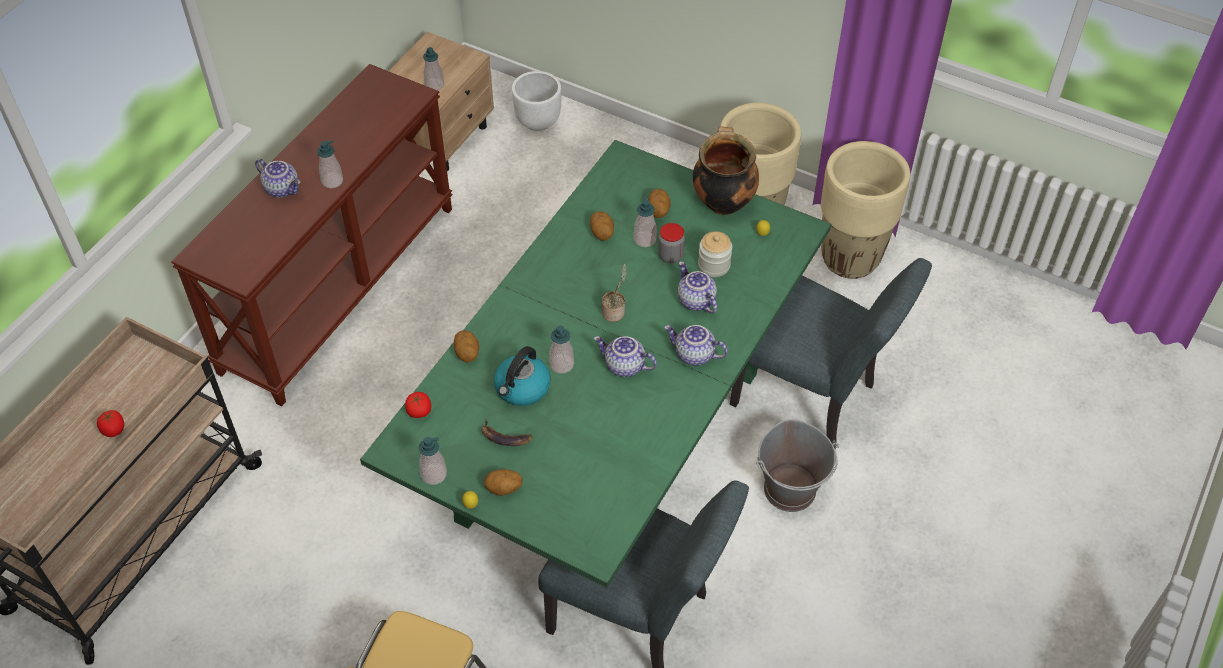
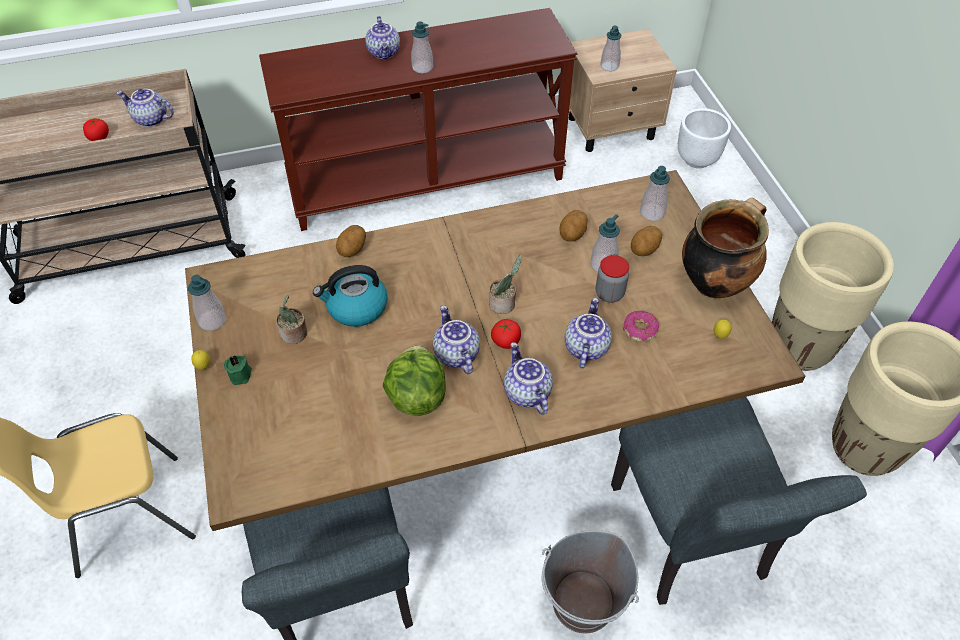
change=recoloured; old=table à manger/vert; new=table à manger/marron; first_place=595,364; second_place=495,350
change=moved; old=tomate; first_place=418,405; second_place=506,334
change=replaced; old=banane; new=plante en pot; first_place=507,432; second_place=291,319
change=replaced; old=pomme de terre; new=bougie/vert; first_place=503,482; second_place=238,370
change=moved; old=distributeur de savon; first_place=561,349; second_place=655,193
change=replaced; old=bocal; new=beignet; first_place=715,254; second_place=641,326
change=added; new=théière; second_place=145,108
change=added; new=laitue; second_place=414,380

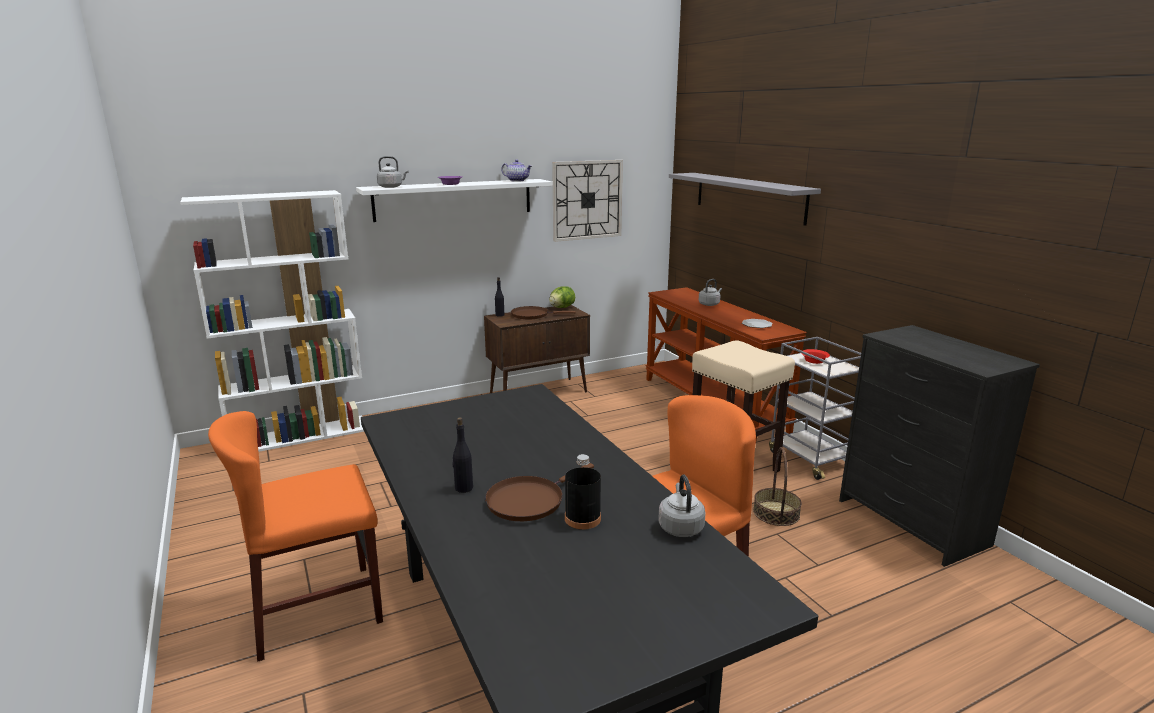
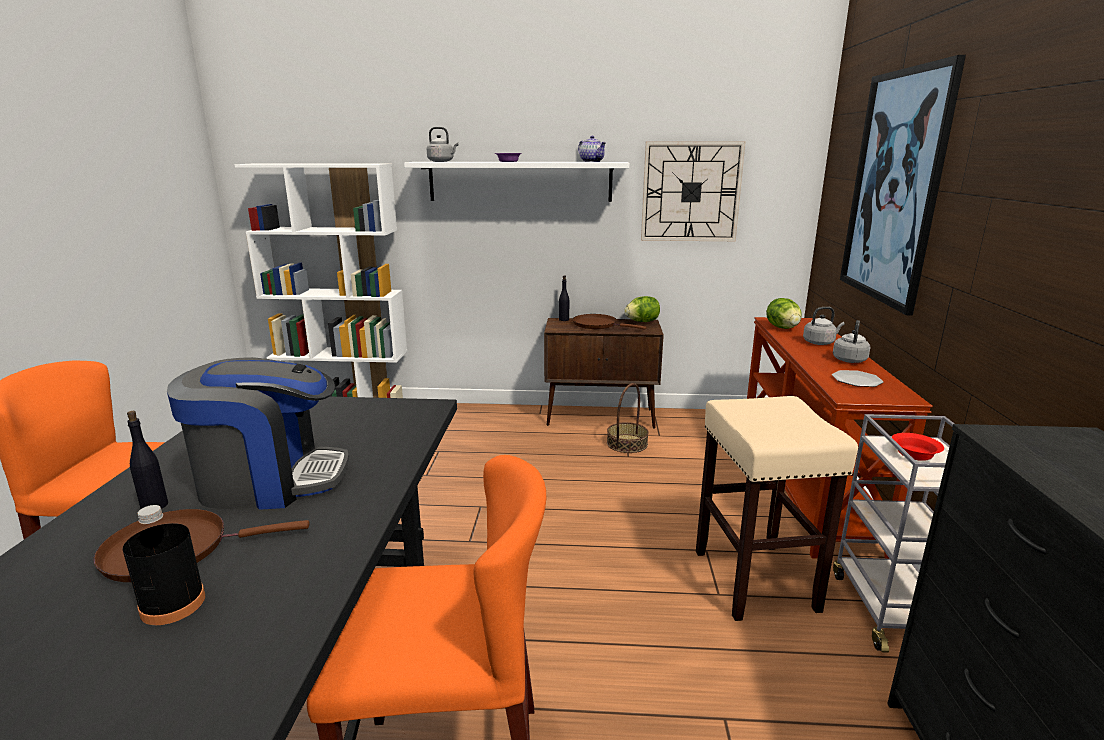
change=moved; old=bouilloire/gris; first_place=682,506; second_place=851,341
change=replaced; old=étagère/gris; new=tableau; first_place=745,199; second_place=903,185
change=moved; old=panier; first_place=777,486; second_place=628,418
change=added; new=machine à café; second_place=258,433
change=added; new=laitue; second_place=784,313

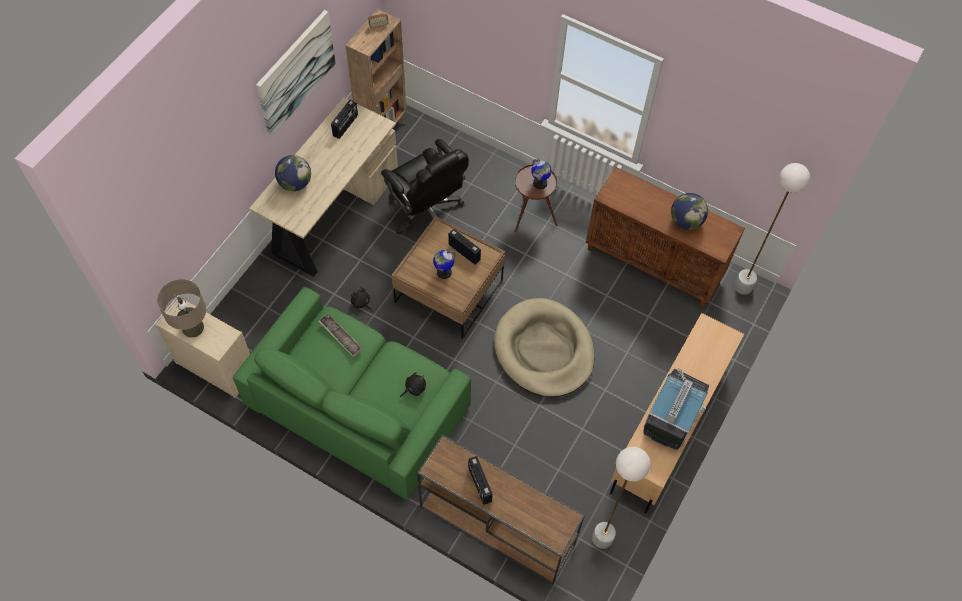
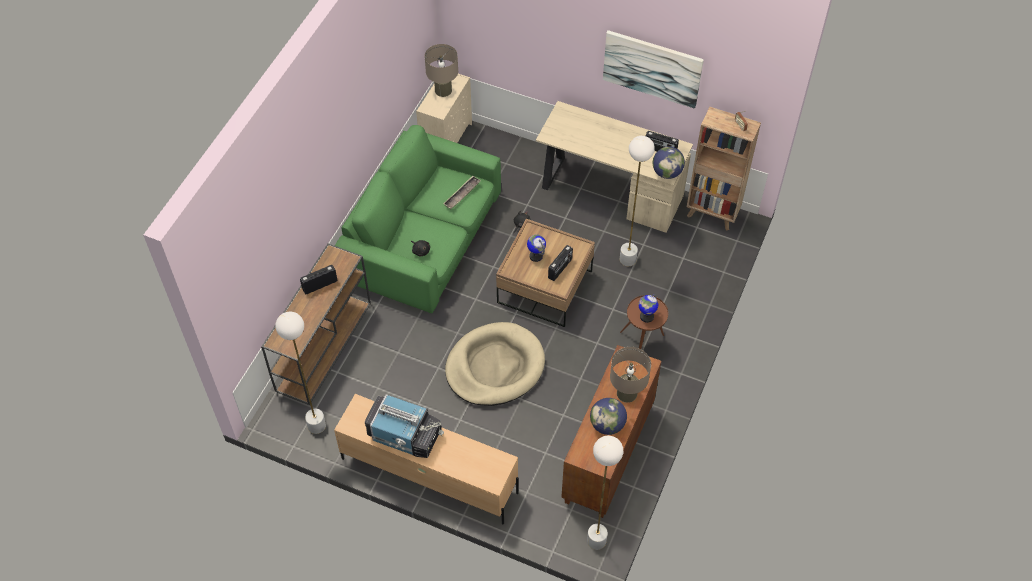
change=moved; old=globe; first_place=293,173; second_place=669,163
change=replaced; old=chaise de bureau/noir; new=lampadaire/blanc; first_place=425,187; second_place=637,201
change=added; new=lampe de table/beige; second_place=630,375

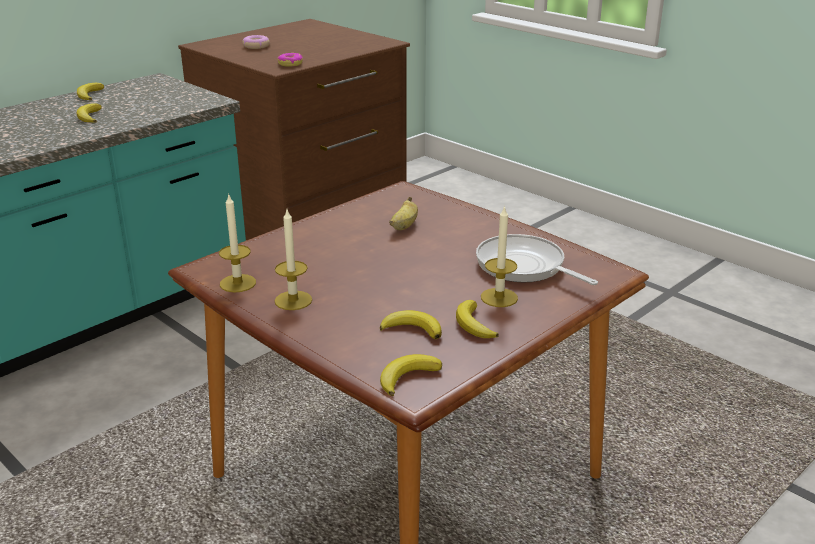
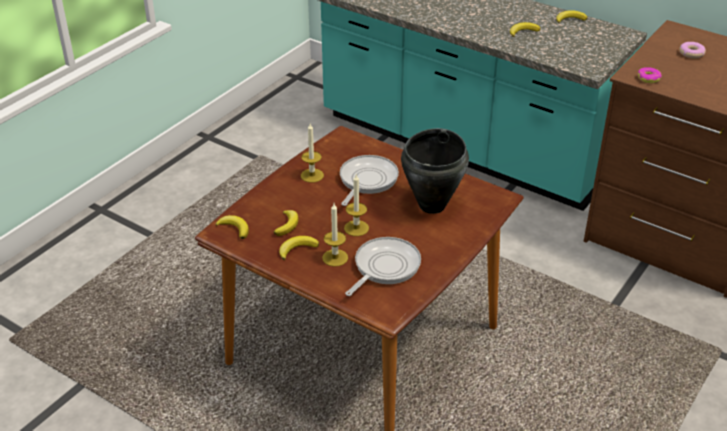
change=moved; old=bougie; first_place=237,244; second_place=356,205
change=replaced; old=banane; new=marmite/noir; first_place=403,213; second_place=435,171
change=added; new=poêle; second_place=369,180

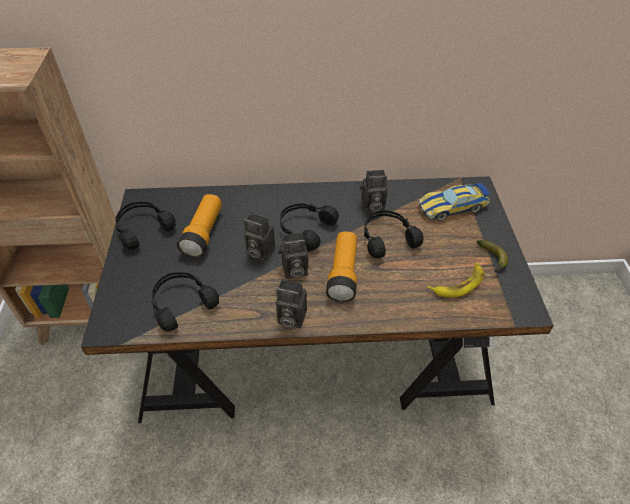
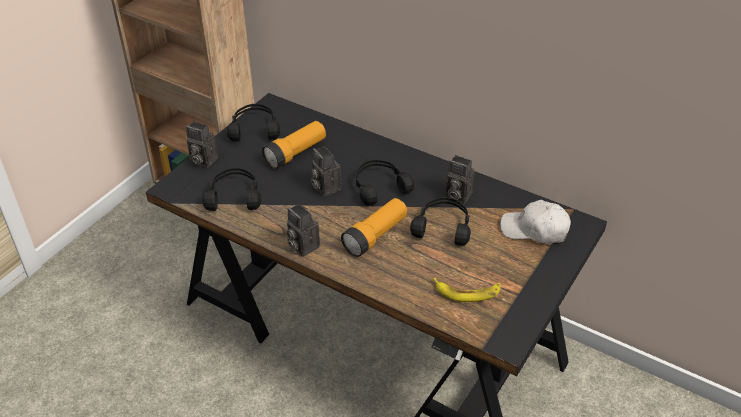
change=moved; old=appareil photo; first_place=293,255; second_place=202,144
change=replaced; old=petite voiture; new=casquette/blanc; first_place=454,202; second_place=535,222
change=removed; old=banane; first_place=492,256

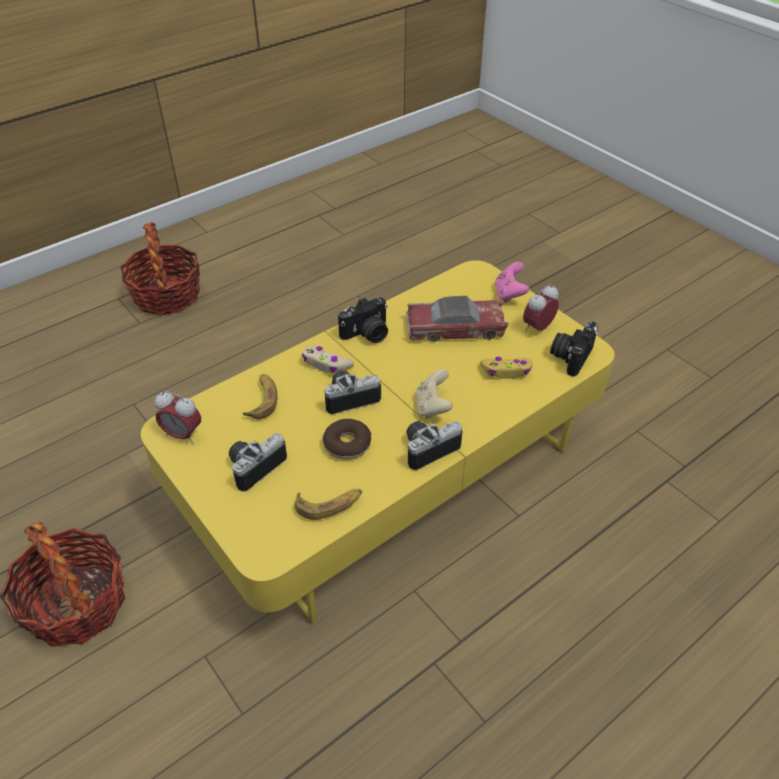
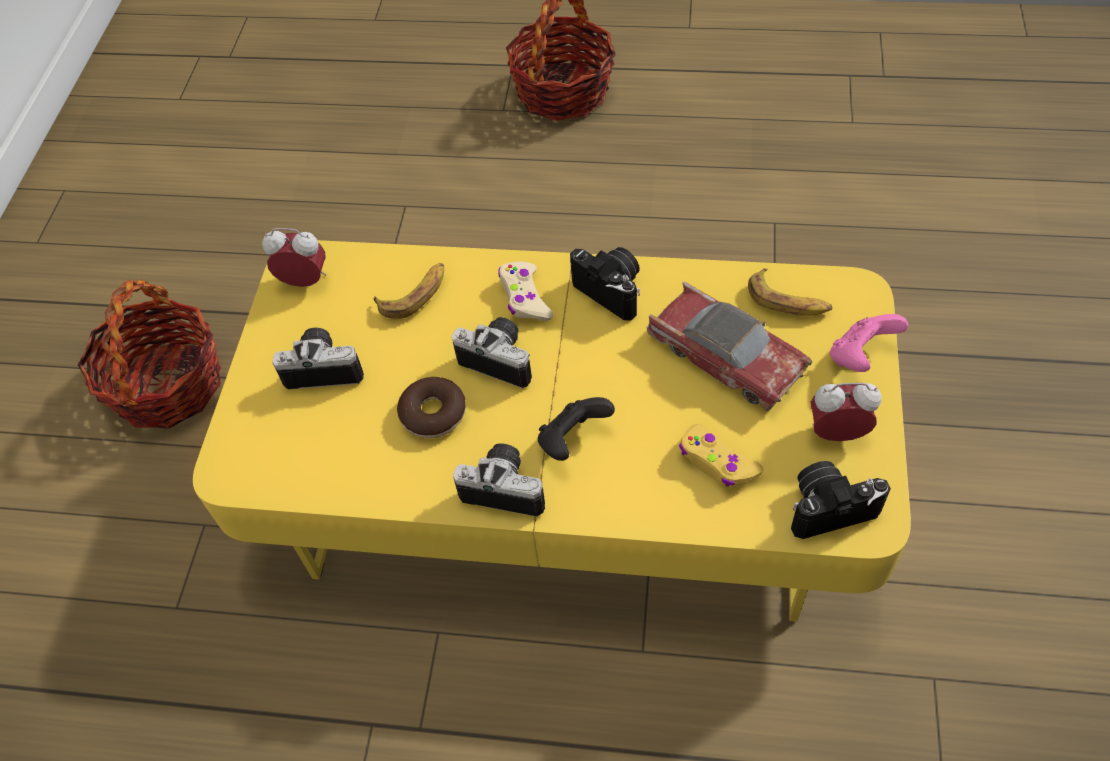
change=turned; old=réveil; first_place=178,417; second_place=294,257; degrees=120
change=moved; old=banane; first_place=328,504; second_place=790,292
change=turned; old=appareil photo; first_place=363,320; second_place=605,284; degrees=-150
change=recoloured; old=manette/beige; new=manette/noir; first_place=434,394; second_place=576,429

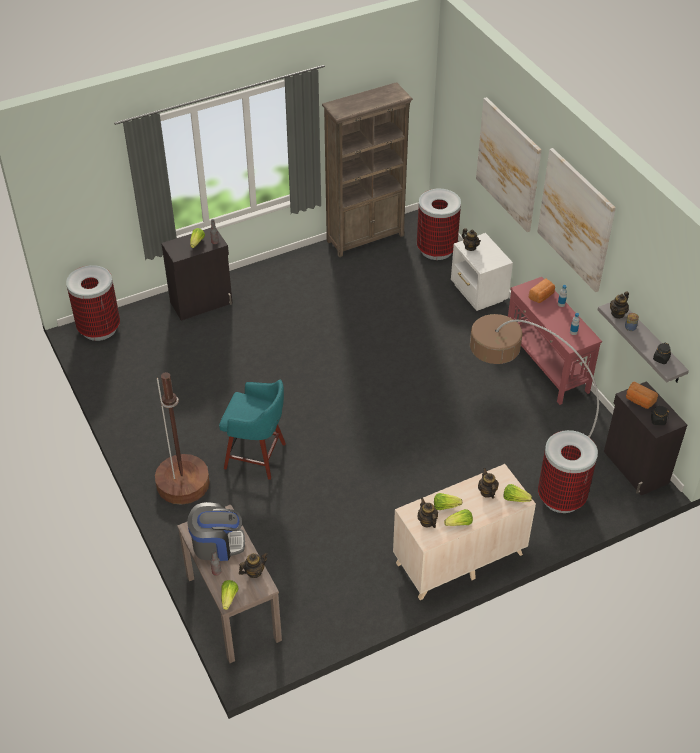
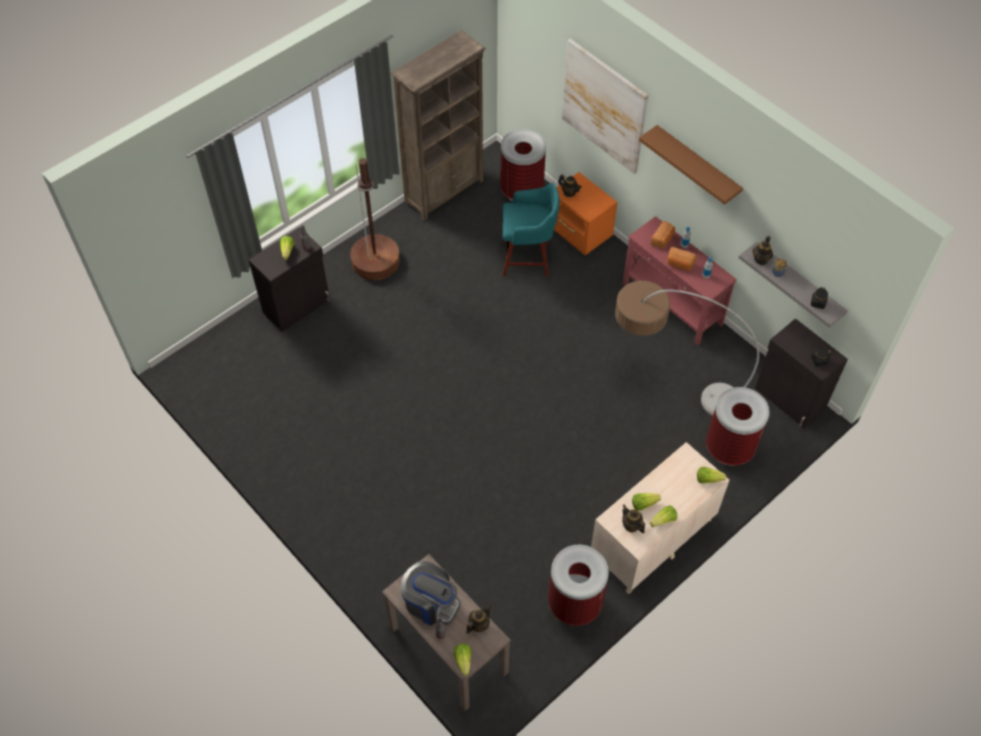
change=moved; old=poubelle; first_place=93,303; second_place=578,585
change=moved; old=lampadaire/marron; first_place=182,438; second_place=375,219
change=turned; old=machine à café; first_place=216,531; second_place=431,593; degrees=45
change=moved; old=tabouret/turquoise; first_place=252,430; second_place=531,230
change=recoloured; old=table de chevet/blanc; new=table de chevet/orange; first_place=482,272; second_place=585,213
change=removed; old=théière; first_place=488,483
change=replaced; old=tableau; new=étagère/marron; first_place=576,220; second_place=691,165
change=moved; old=pain; first_place=642,395; second_place=682,259

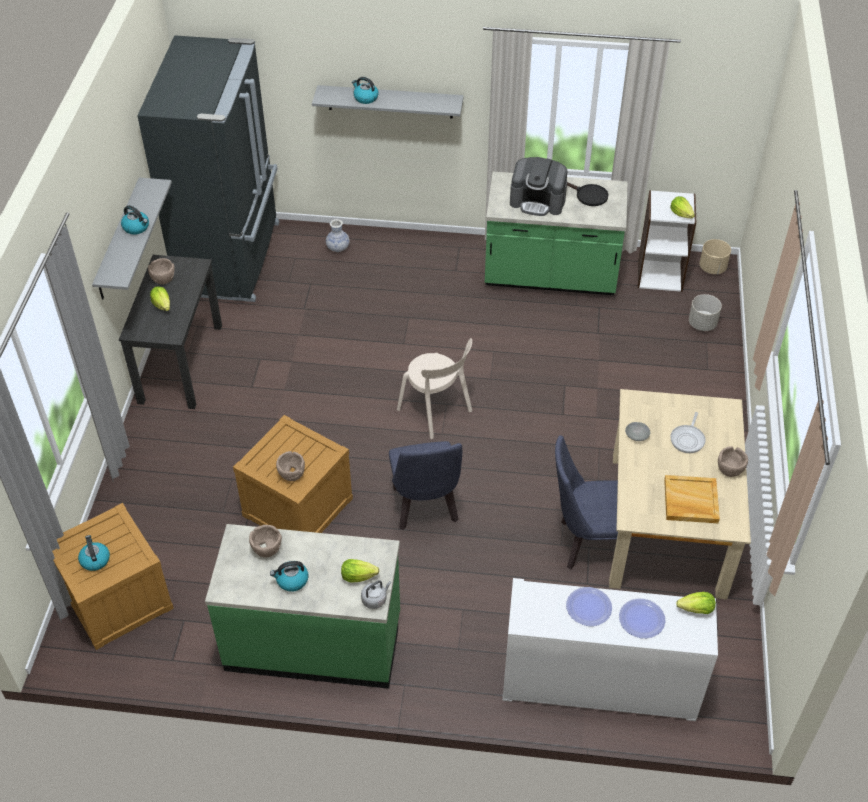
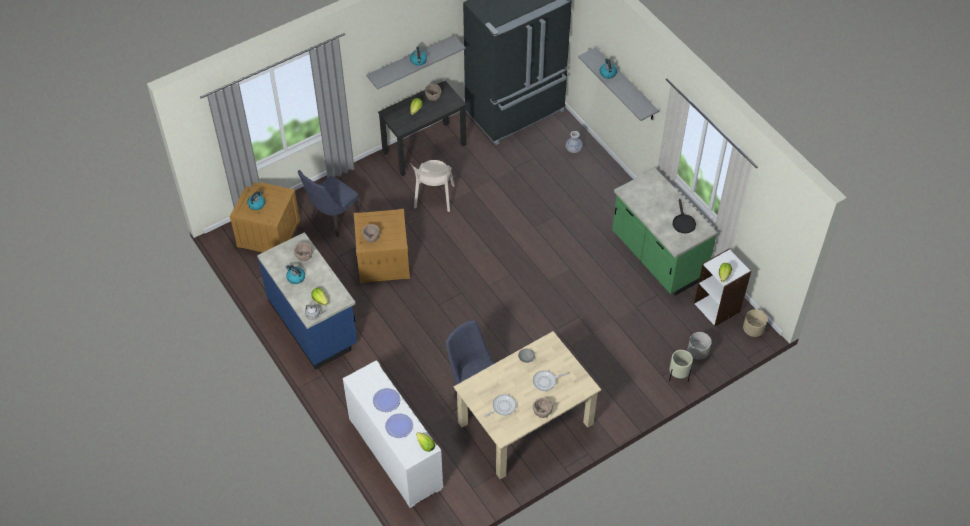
change=recoloured; old=comptoir de cuisine/vert; new=comptoir de cuisine/bleu; first_place=302,606; second_place=307,301
change=moved; old=chaise/bleu; first_place=425,485; second_place=328,203
change=moved; old=chaise/beige; first_place=434,388; second_place=432,186
change=removed; old=machine à café; first_place=539,186
change=replaced; old=plateau/beige; new=poêle; first_place=692,499; second_place=500,405
change=added; new=cache-pot/beige; second_place=681,366

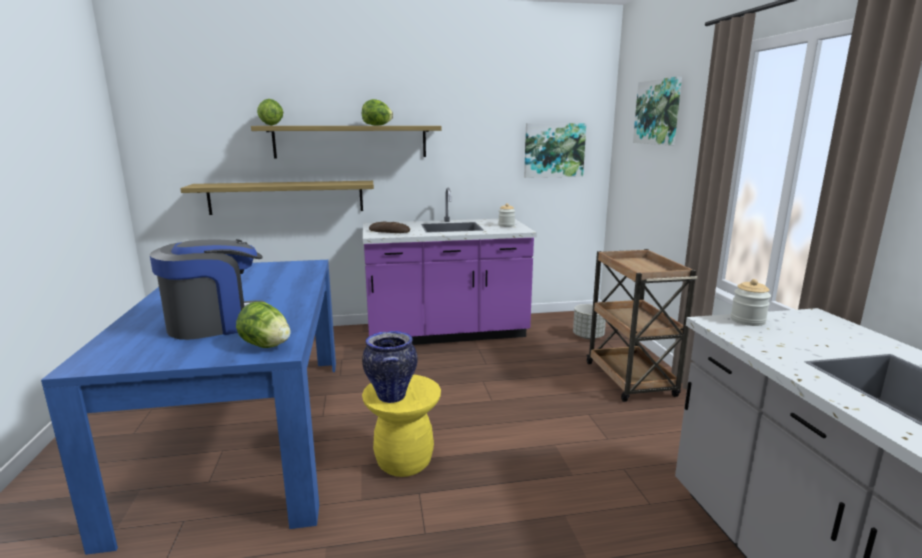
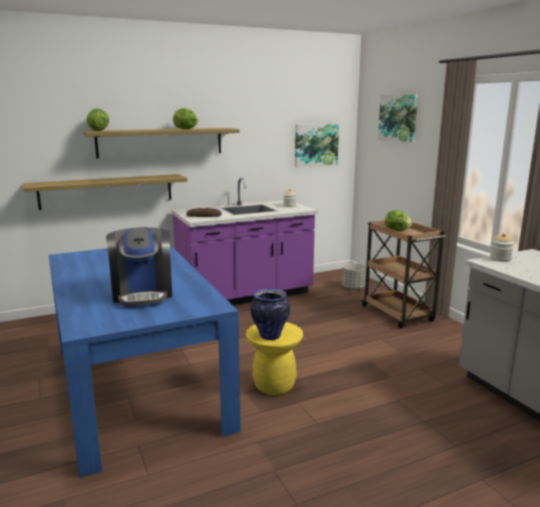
change=turned; old=machine à café; first_place=207,289; second_place=139,267; degrees=120
change=moved; old=laitue; first_place=263,325; second_place=398,220

